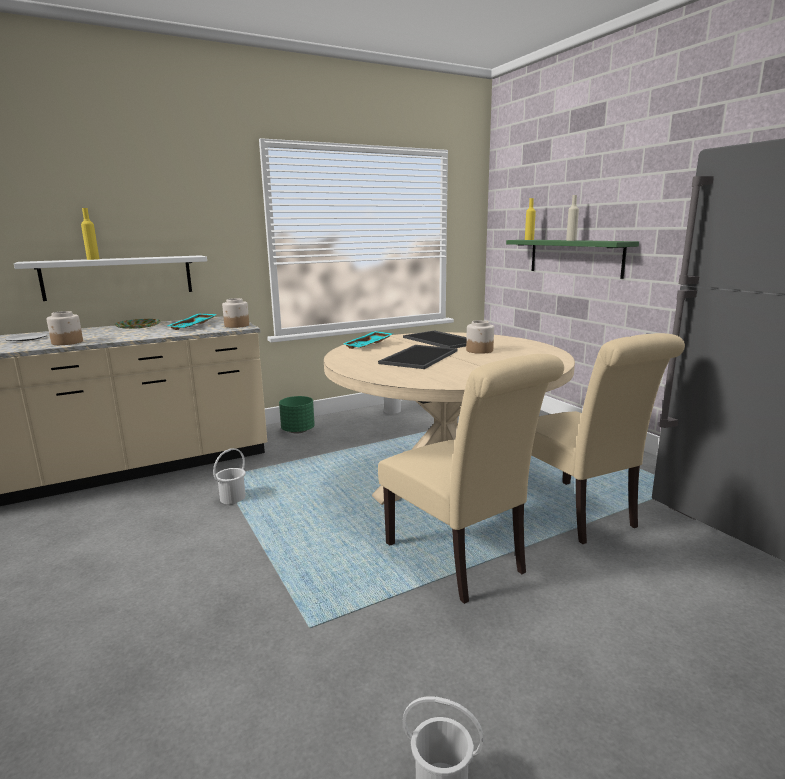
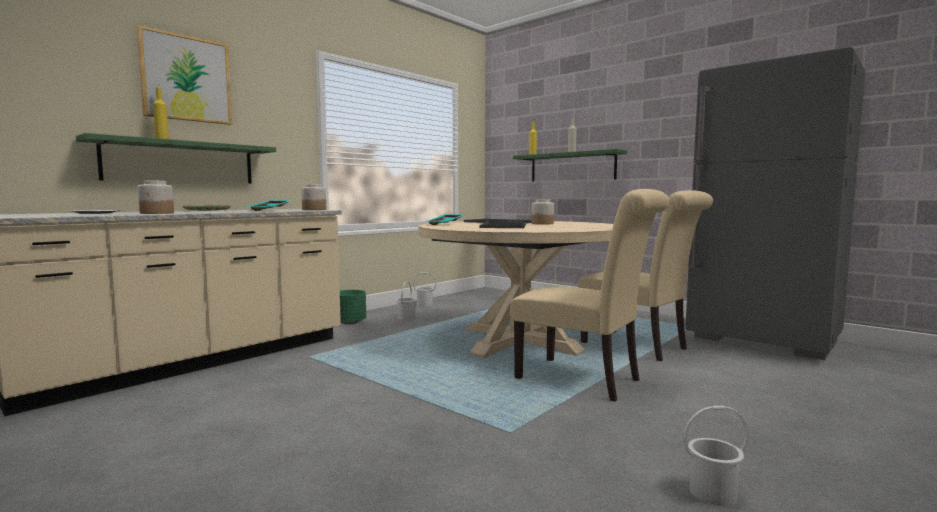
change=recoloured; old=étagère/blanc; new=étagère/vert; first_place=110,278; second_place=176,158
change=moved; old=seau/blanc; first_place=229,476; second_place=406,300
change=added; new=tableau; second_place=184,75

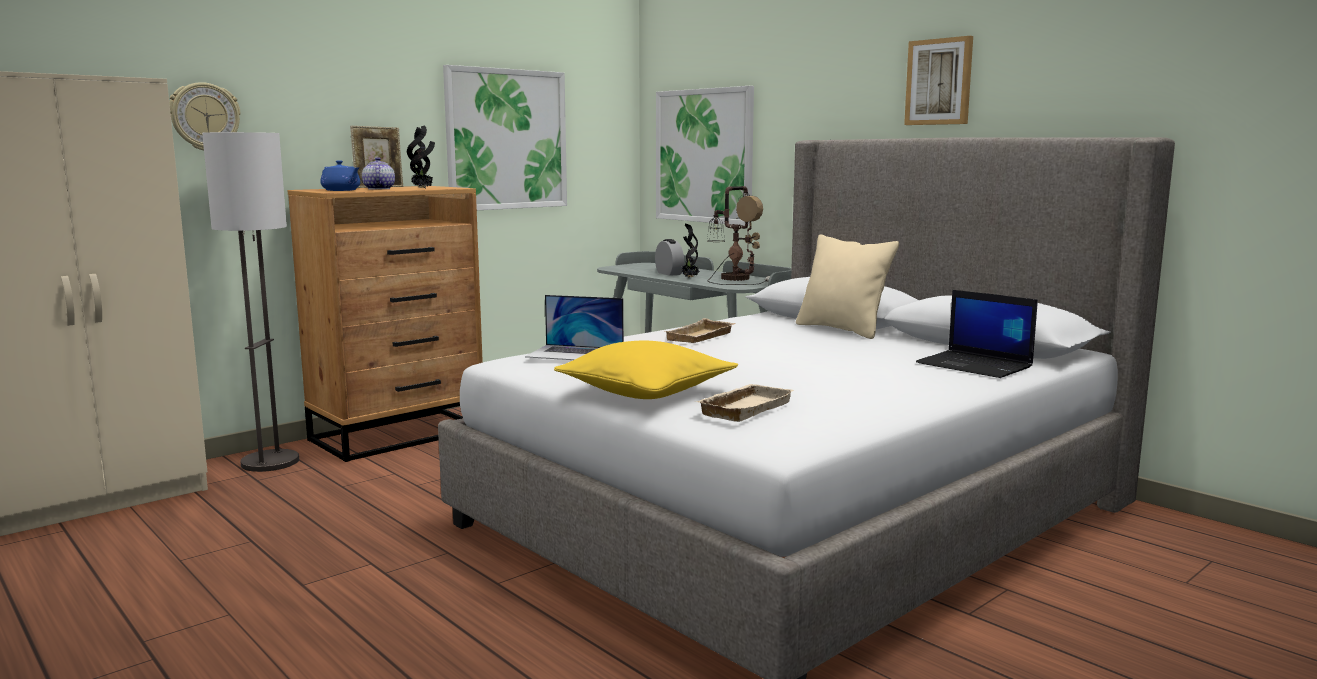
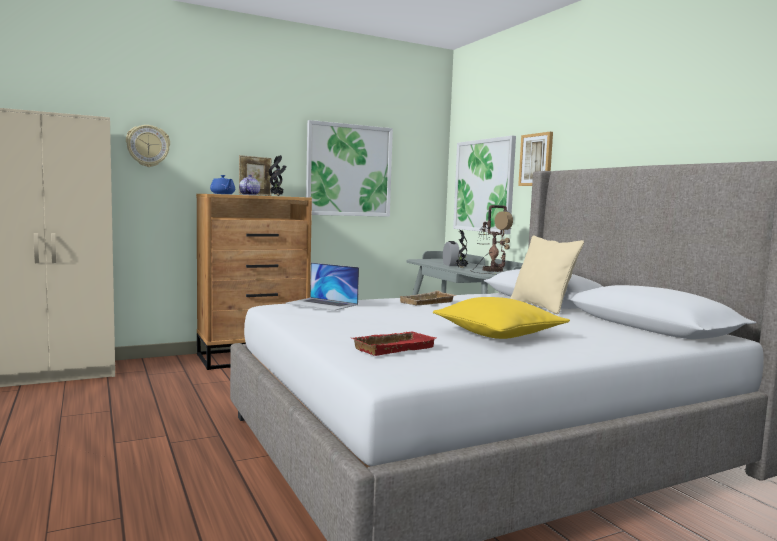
change=removed; old=lampadaire; first_place=250,302
change=moved; old=coussin/jaune; first_place=646,370; second_place=501,318
change=recoloured; old=plateau/beige; new=plateau/rouge; first_place=744,403; second_place=393,344
change=moved; old=tableau; first_place=938,80; second_place=535,159
change=removed; old=ordinateur portable; first_place=977,334

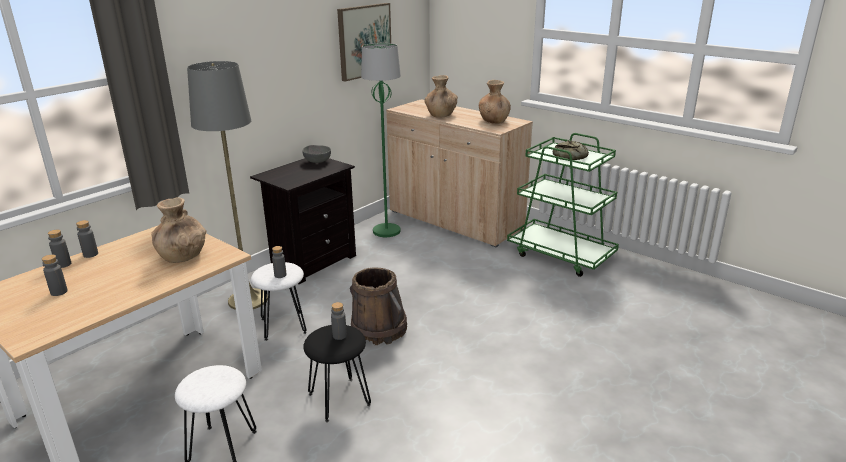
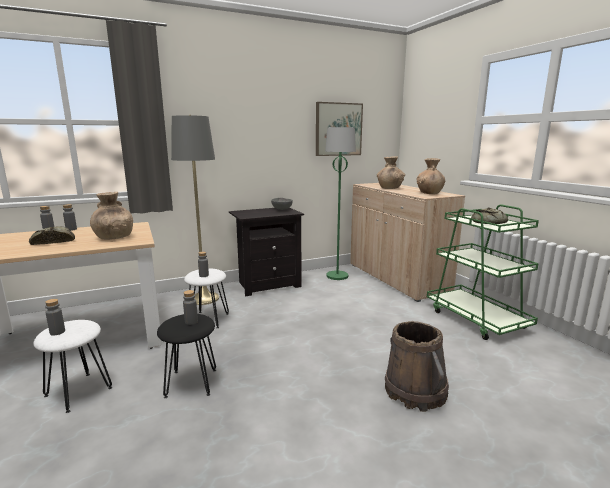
change=moved; old=bouteille/gris; first_place=55,275; second_place=55,317
change=moved; old=seau/marron; first_place=378,306; second_place=417,366
change=added; new=pain; second_place=52,235

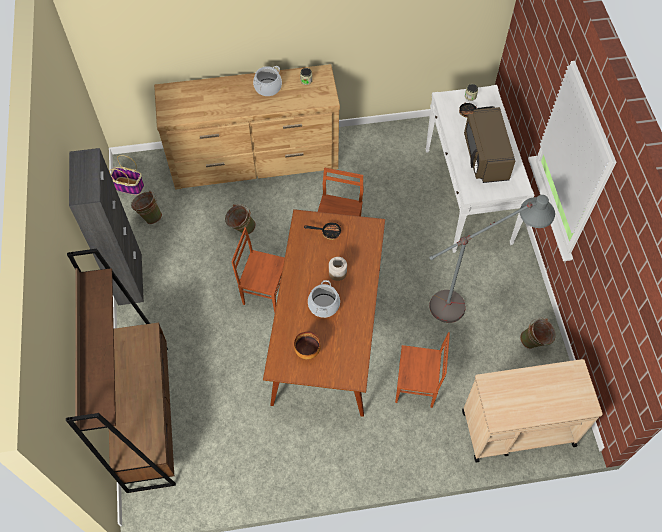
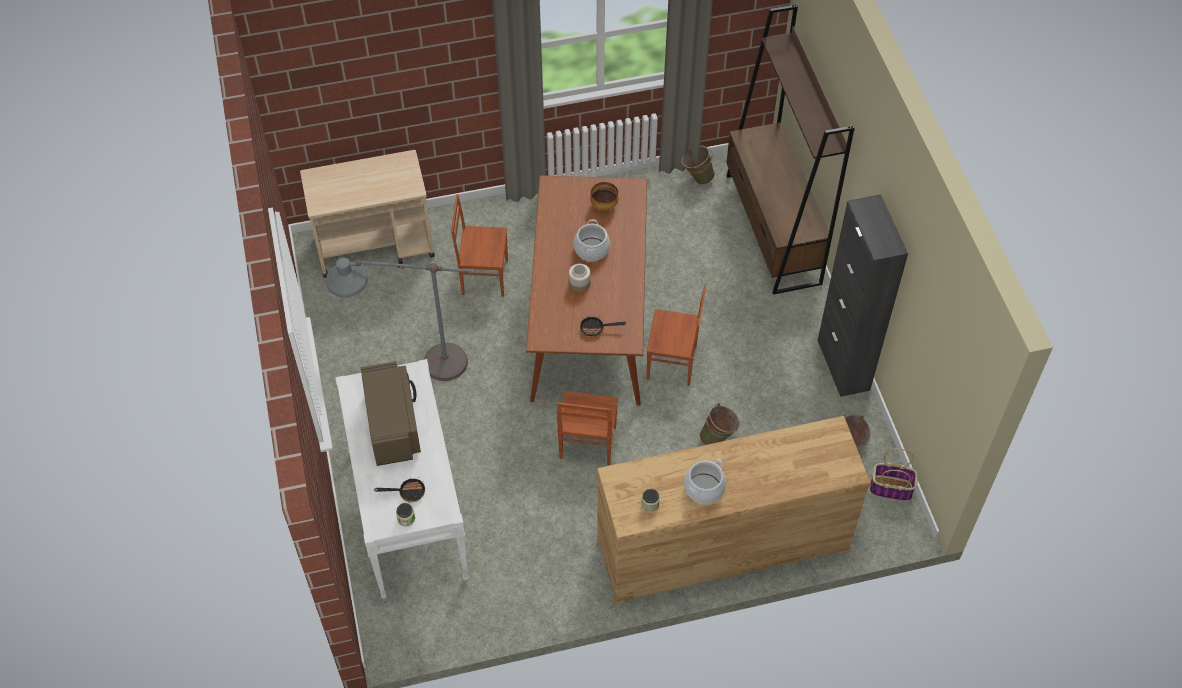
change=moved; old=seau/vert; first_place=538,333; second_place=698,165

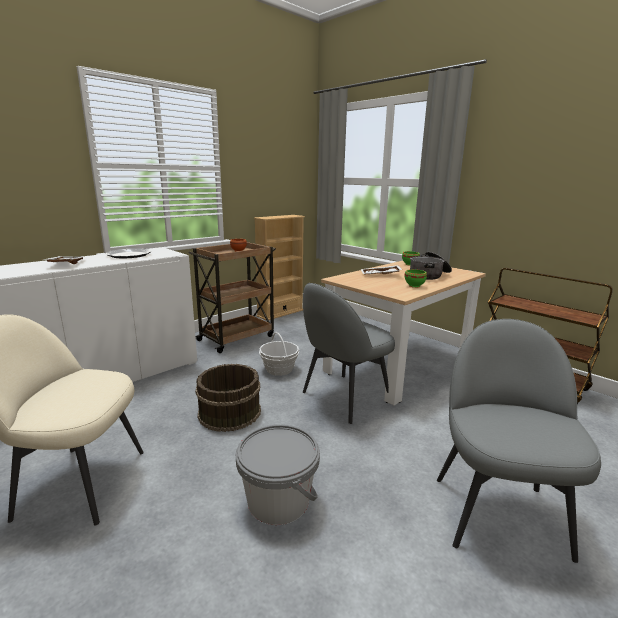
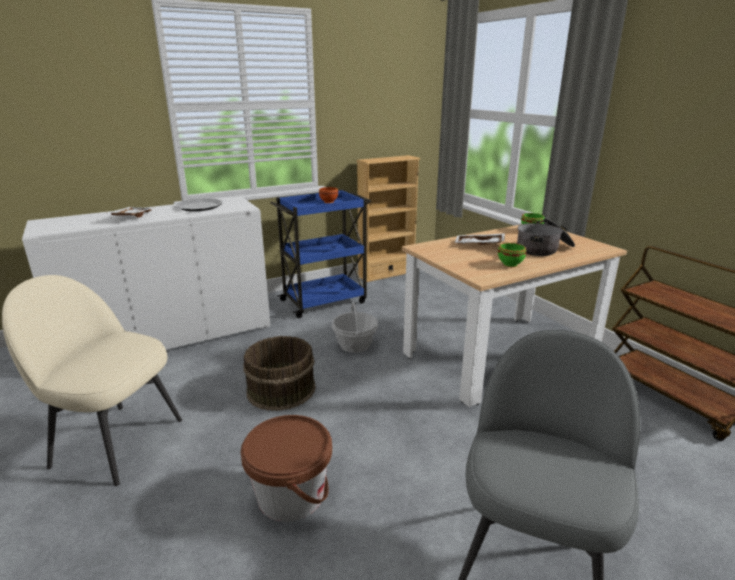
change=recoloured; old=chariot/marron; new=chariot/bleu; first_place=232,297; second_place=321,254
change=recoloured; old=seau/gris; new=seau/marron; first_place=278,475; second_place=286,468
change=removed; old=chaise/gris; first_place=349,353

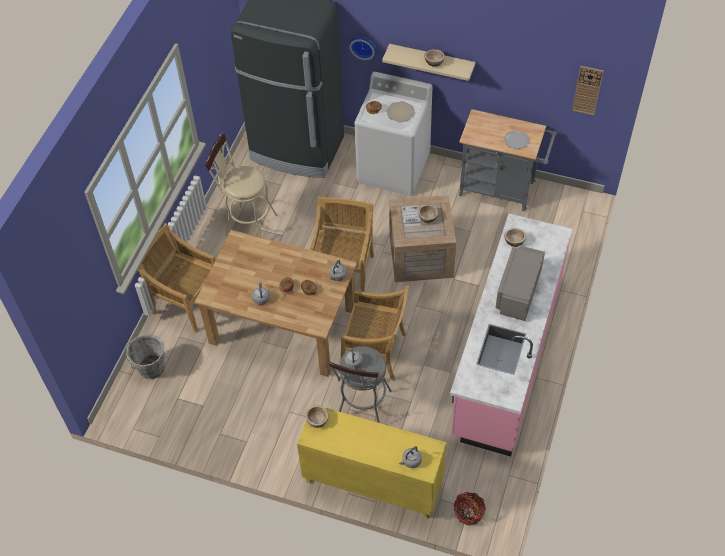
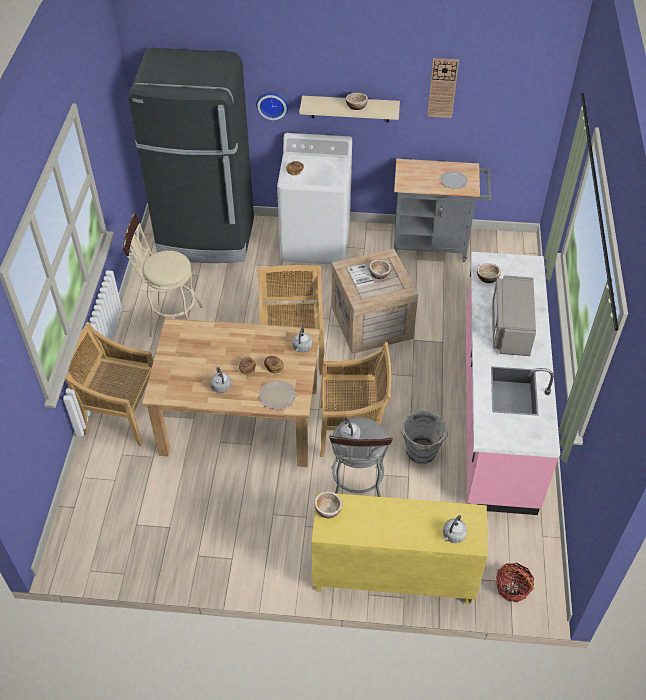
change=moved; old=seau/gris; first_place=144,356; second_place=424,437
change=moved; old=assiette; first_place=400,111; second_place=278,395
change=moved; old=horloge murale; first_place=588,90; second_place=443,88

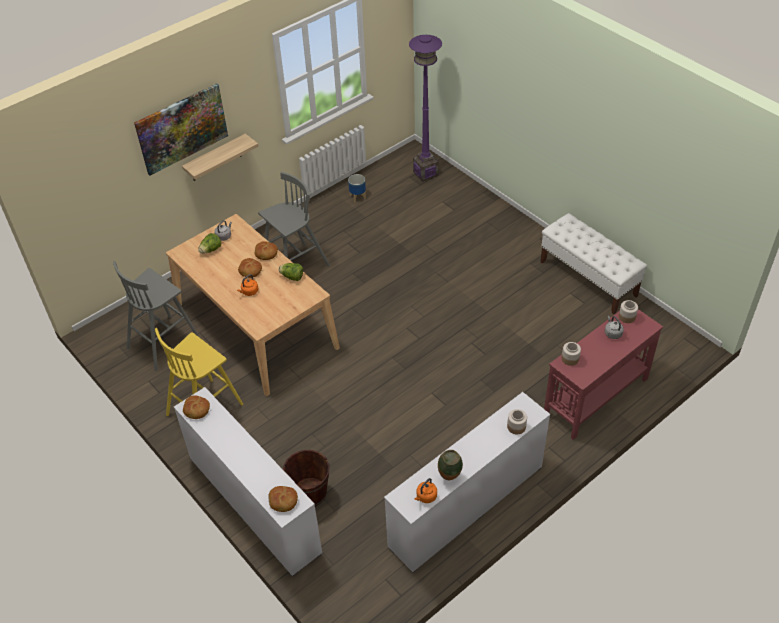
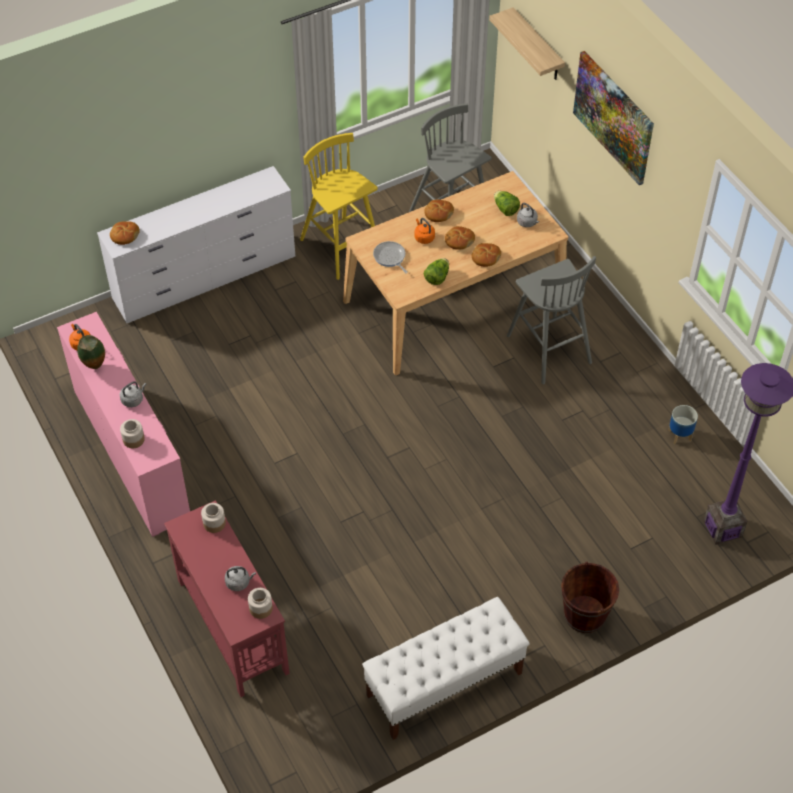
change=moved; old=étagère; first_place=220,157; second_place=527,43
change=moved; old=pain; first_place=196,407; second_place=439,210
change=moved; old=seau/marron; first_place=306,478; second_place=590,597
change=recoloured; old=commode/blanc; new=commode/rose; first_place=467,482; second_place=123,424
change=added; new=bouilloire/gris; second_place=133,394
change=added; new=poêle; second_place=390,257

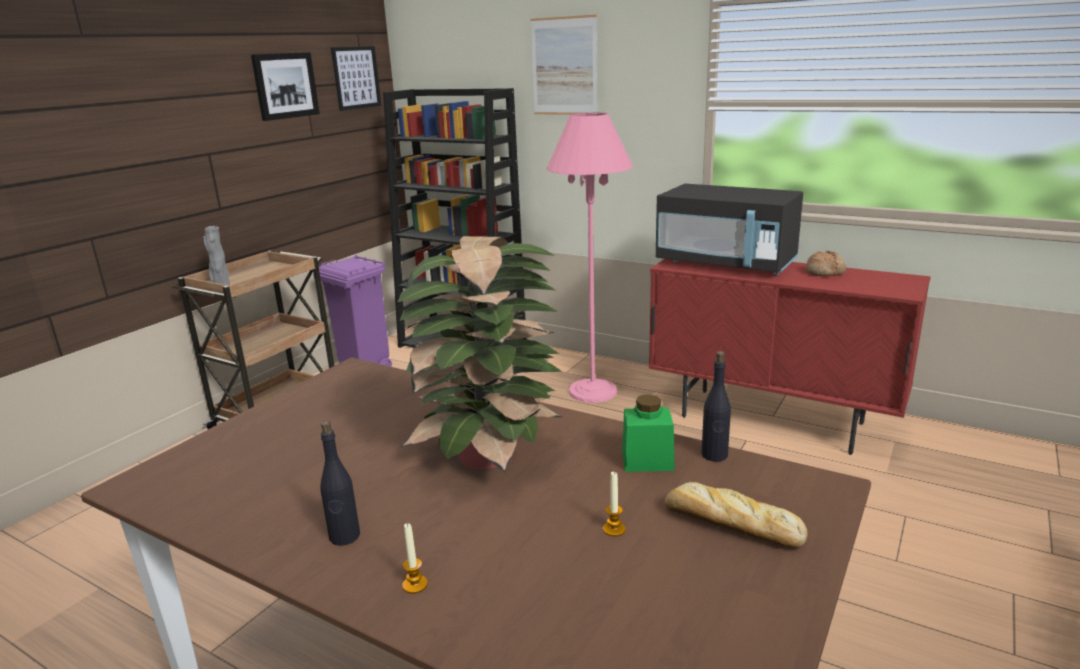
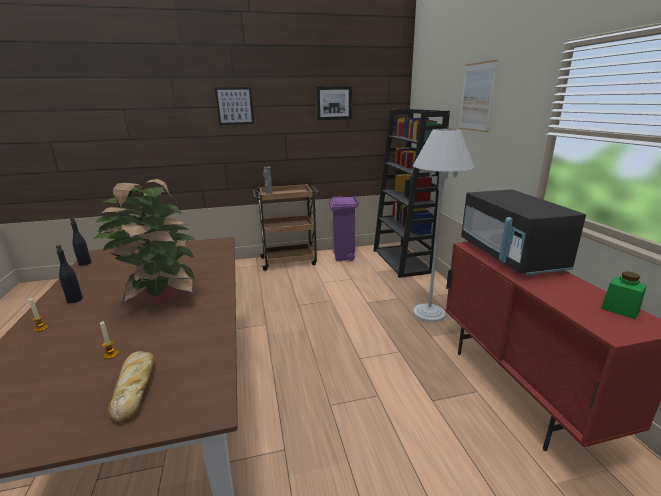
change=moved; old=tableau; first_place=356,78; second_place=234,106
change=recoloured; old=lampadaire/rose; new=lampadaire/blanc; first_place=590,258; second_place=443,225
change=moved; old=bocal/vert; first_place=648,433; second_place=624,295
change=moved; old=bouteille/noir; first_place=716,406; second_place=80,241
change=removed; old=pain; first_place=825,263

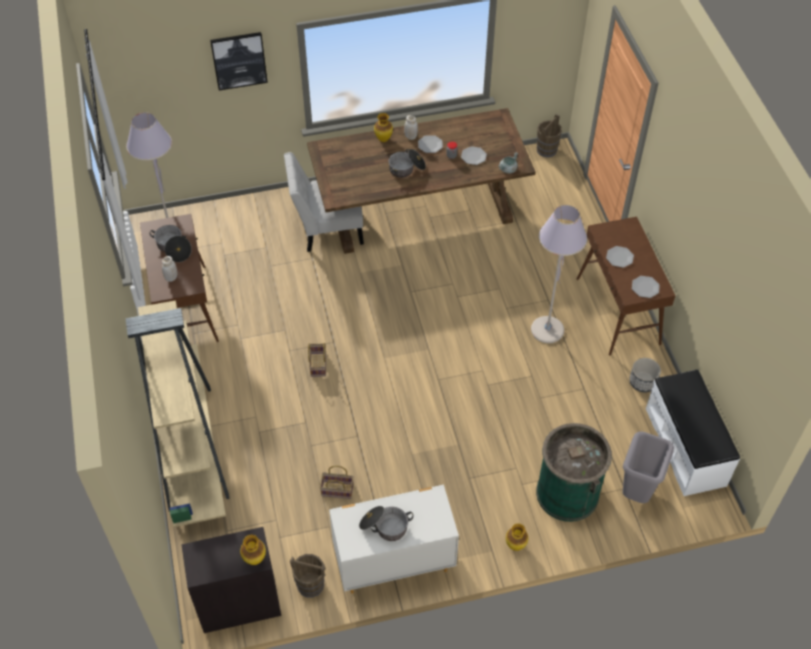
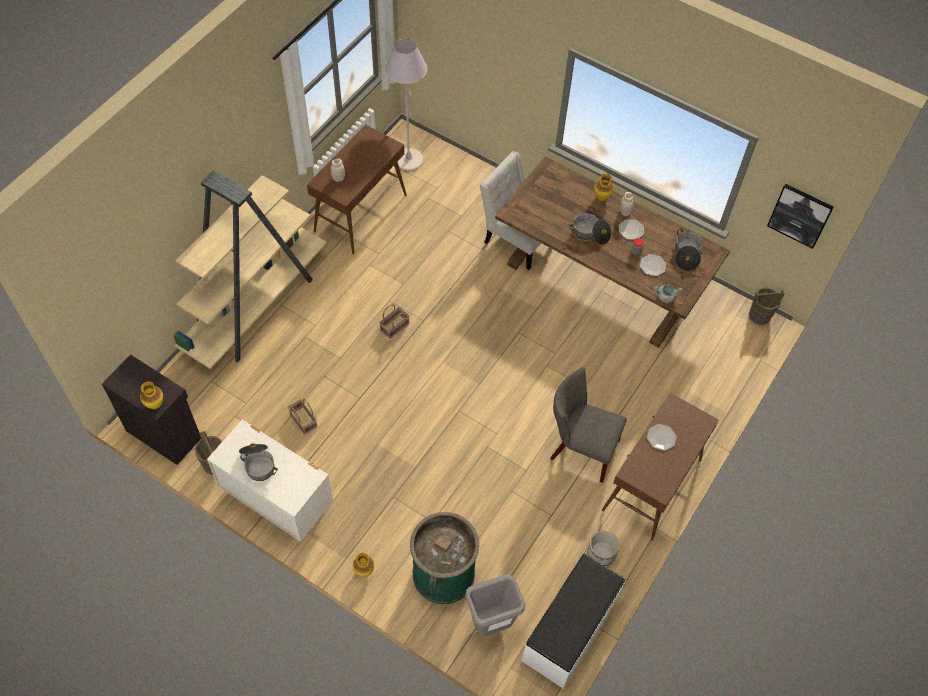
change=moved; old=marmite; first_place=170,243; second_place=689,250
change=moved; old=tableau; first_place=239,61; second_place=800,216
change=replaced; old=lampadaire/gris; new=chaise/gris; first_place=559,274; second_place=588,425
change=removed; old=assiette; first_place=646,287

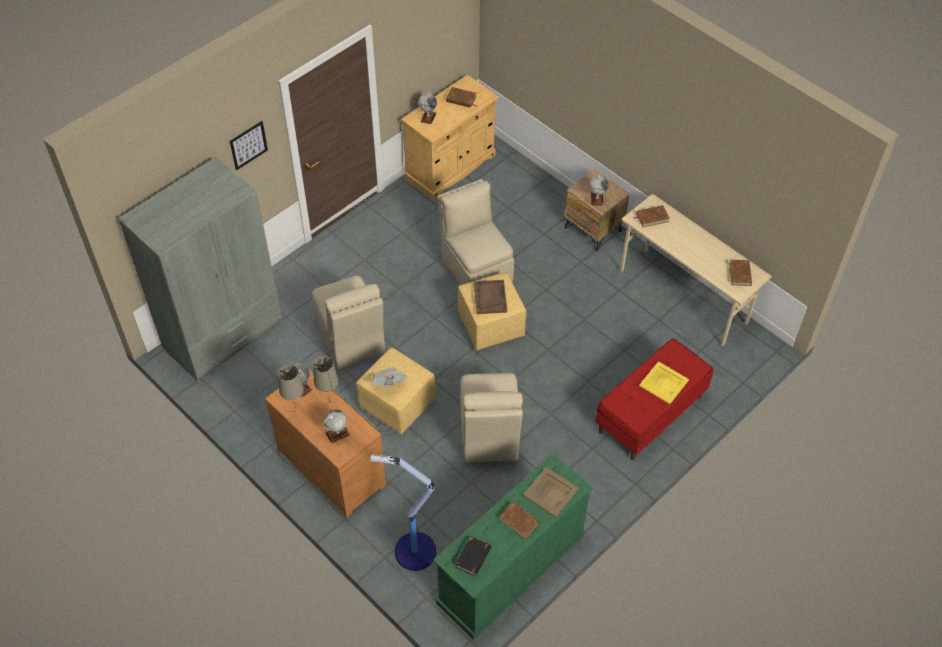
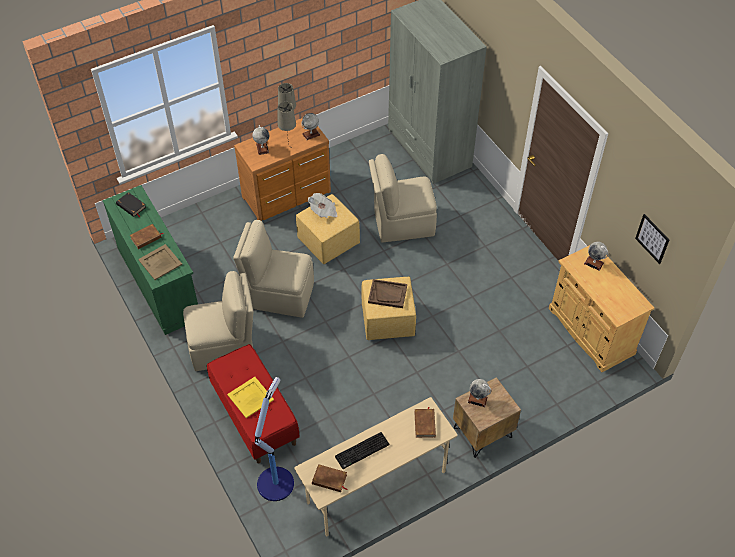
change=moved; old=tableau; first_place=249,145; second_place=652,239
change=moved; old=lampadaire; first_place=403,512; second_place=274,439
change=moved; old=chaise/beige; first_place=475,232; second_place=218,321
change=removed; old=livre/marron; first_place=461,97
change=added; new=clavier; second_place=362,450

